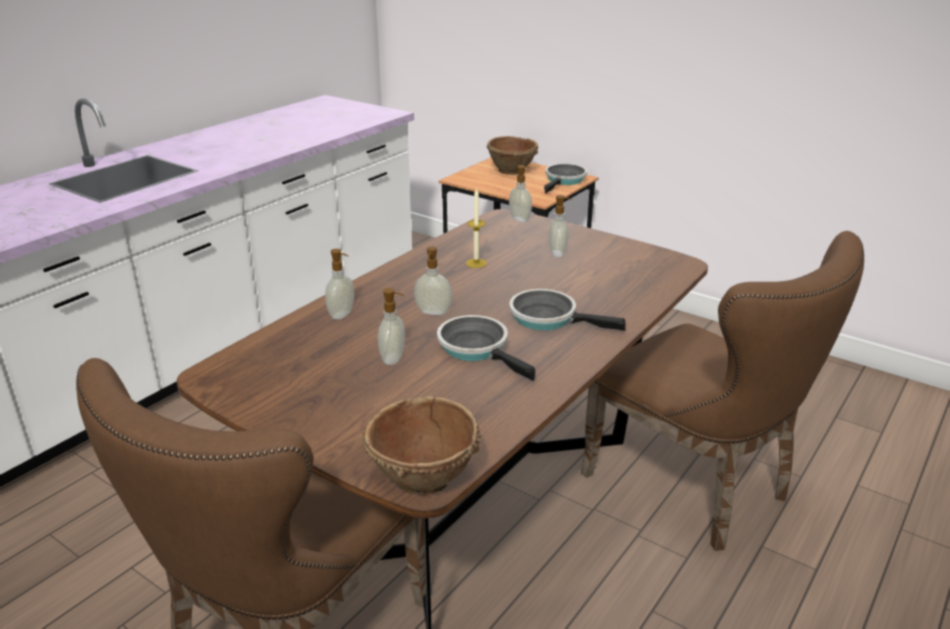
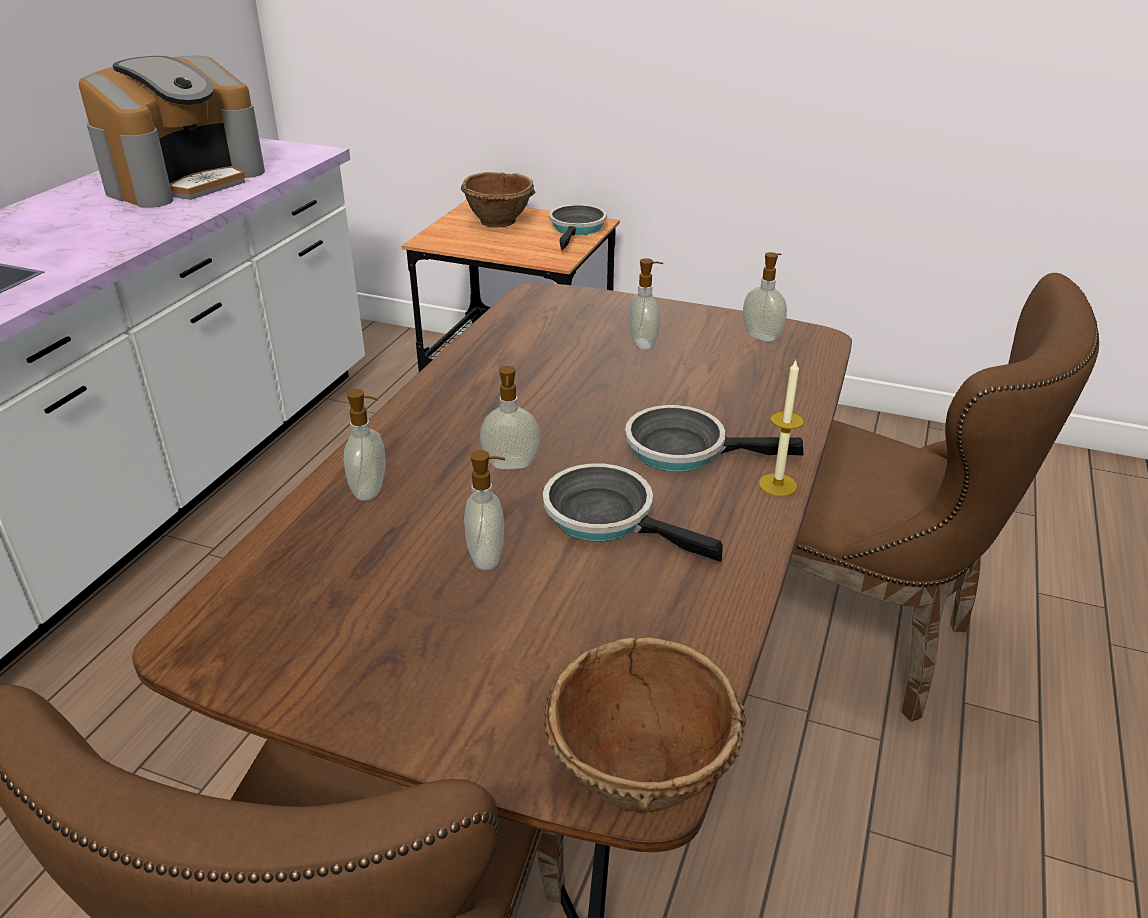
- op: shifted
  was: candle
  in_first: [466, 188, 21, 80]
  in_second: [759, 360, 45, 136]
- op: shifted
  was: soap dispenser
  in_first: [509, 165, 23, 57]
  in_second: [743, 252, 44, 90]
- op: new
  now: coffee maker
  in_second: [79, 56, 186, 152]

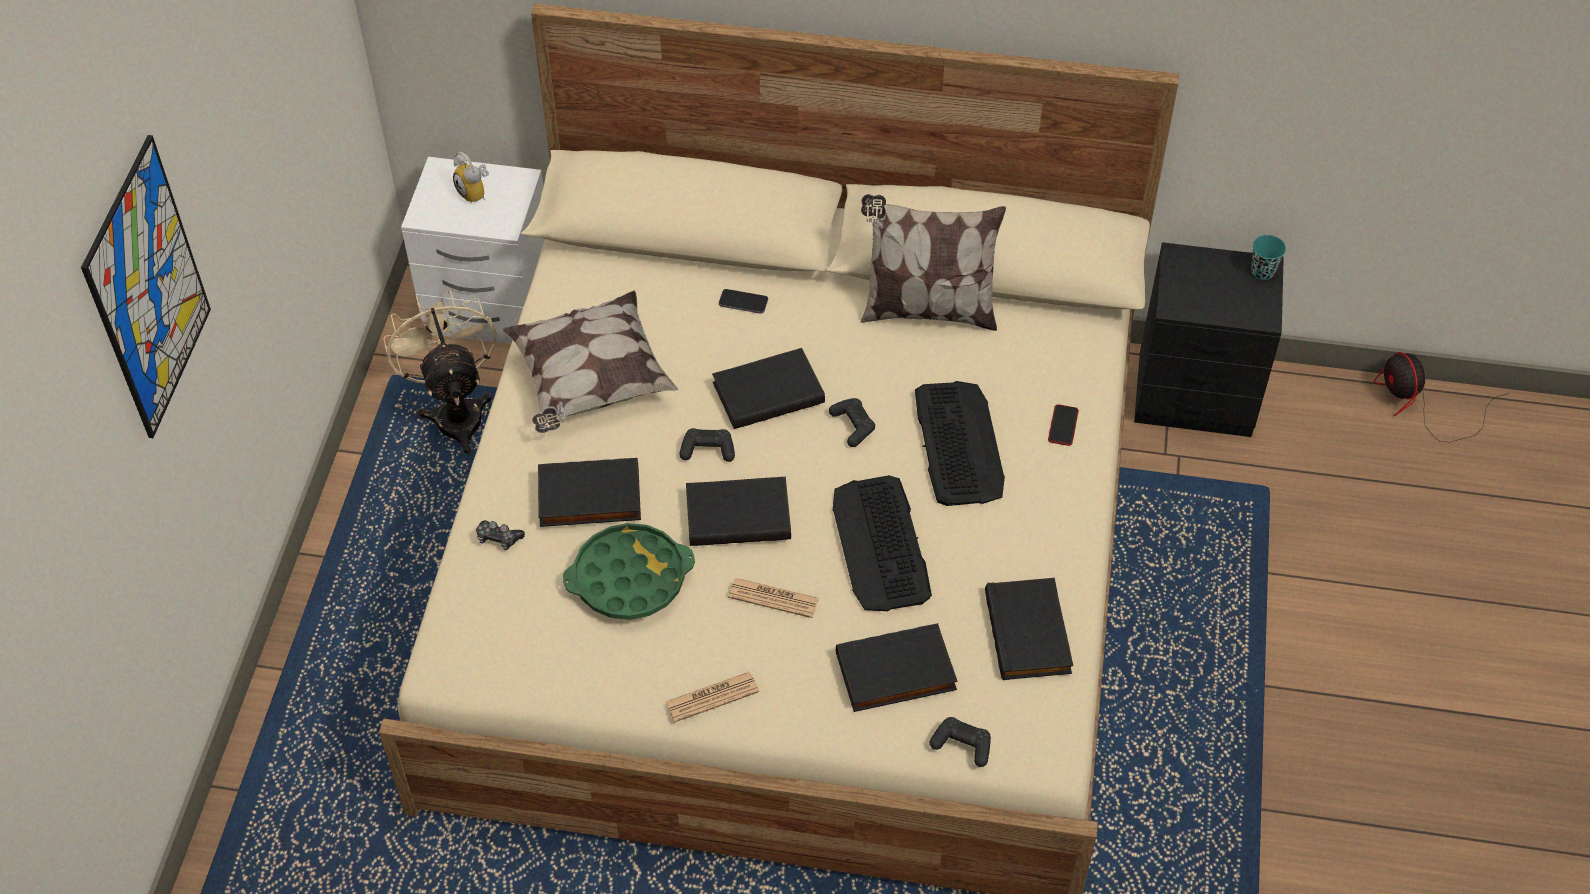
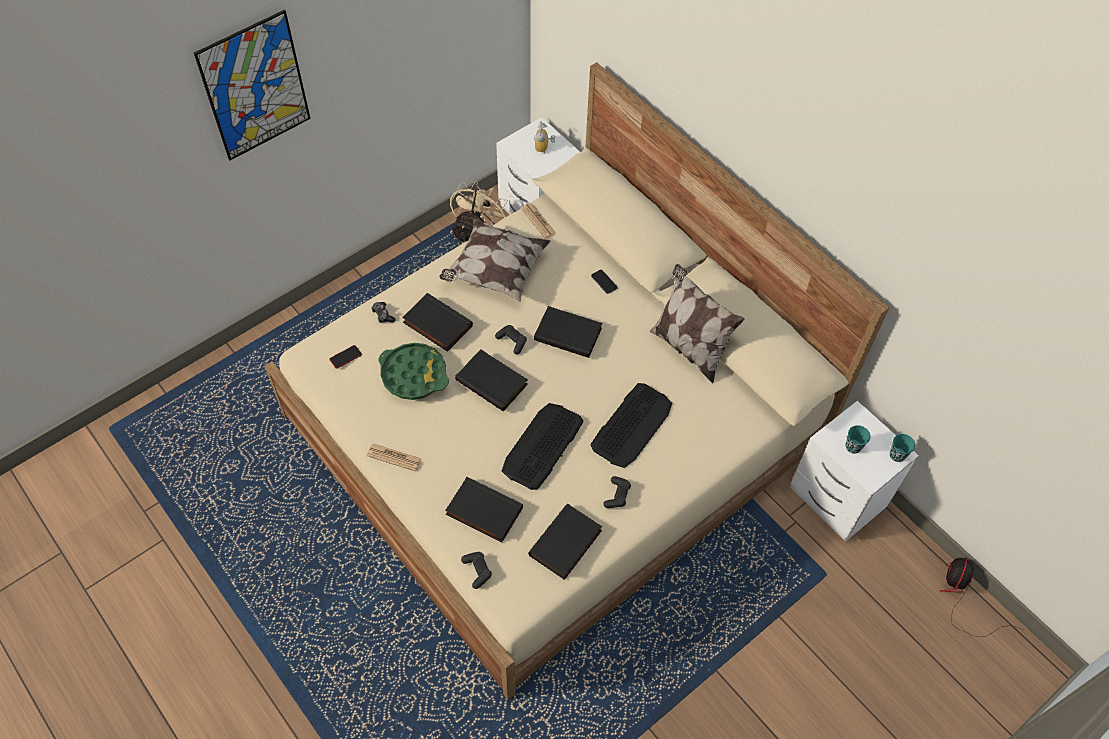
- op: shifted
  was: daily paper
  in_first: [728, 578, 91, 40]
  in_second: [521, 203, 36, 36]
- op: shifted
  was: black-coloured gamepad
  in_first: [829, 398, 46, 49]
  in_second: [603, 476, 28, 32]
- op: shifted
  was: handset
  in_first: [1048, 404, 31, 42]
  in_second: [330, 345, 32, 24]
- op: repainted
  was: black-coloured bedside table
  now: white bedside table
  in_first: [1134, 242, 150, 195]
  in_second: [790, 401, 129, 141]
- op: new
  now: turquoise small cup
  in_second: [846, 425, 25, 29]

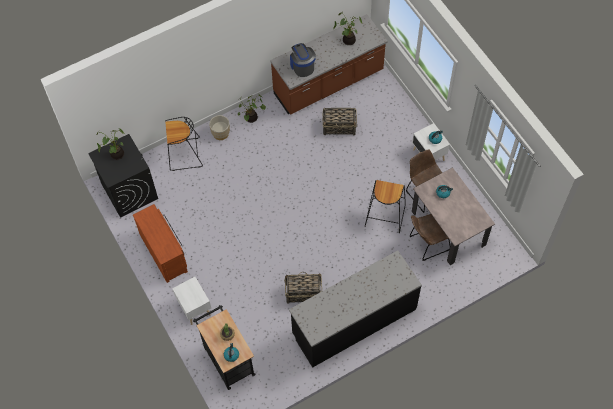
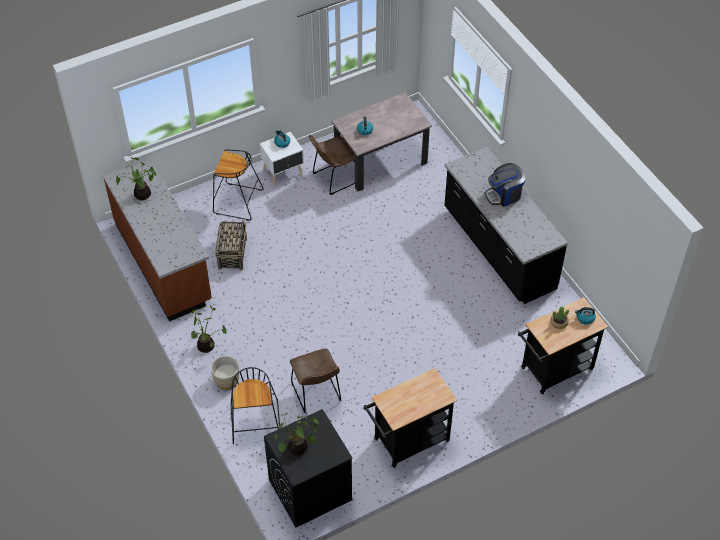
- op: swapped
  was: brown-coloured chest of drawers
  now: black-coloured cart
  in_first: [133, 204, 55, 79]
  in_second: [363, 368, 94, 100]
- op: gone
  was: white bedside table
  in_first: [172, 277, 39, 48]
- op: gone
  was: basket
  in_first: [284, 272, 38, 32]
- op: shifted
  was: coffee maker
  in_first: [290, 43, 26, 34]
  in_second: [485, 163, 40, 44]
- op: shifted
  was: black-coloured stool
  in_first: [365, 180, 41, 53]
  in_second: [213, 149, 51, 72]
- op: shifted
  was: brown-coloured chair
  in_first: [410, 214, 40, 47]
  in_second: [290, 348, 51, 65]

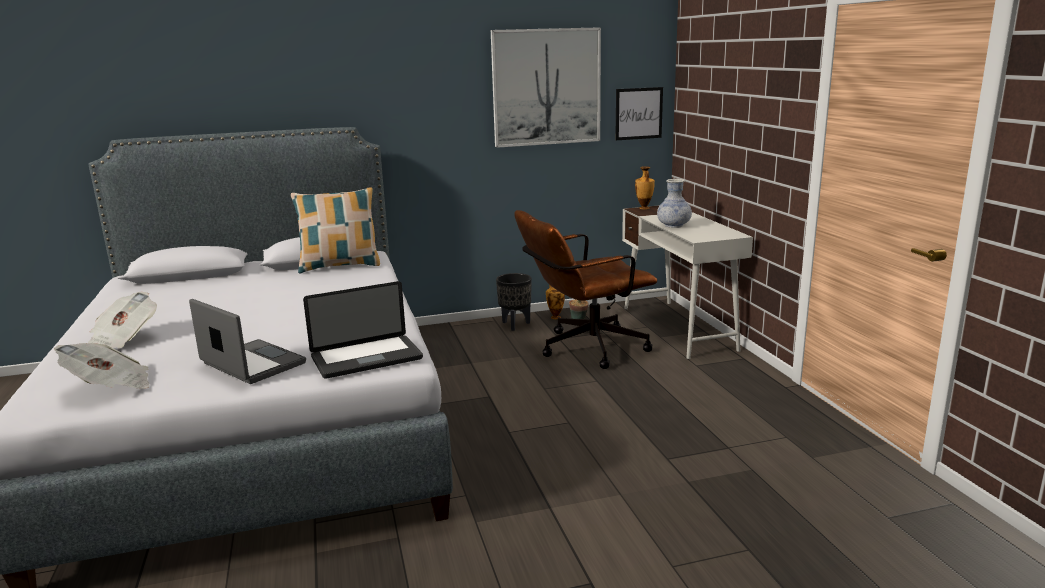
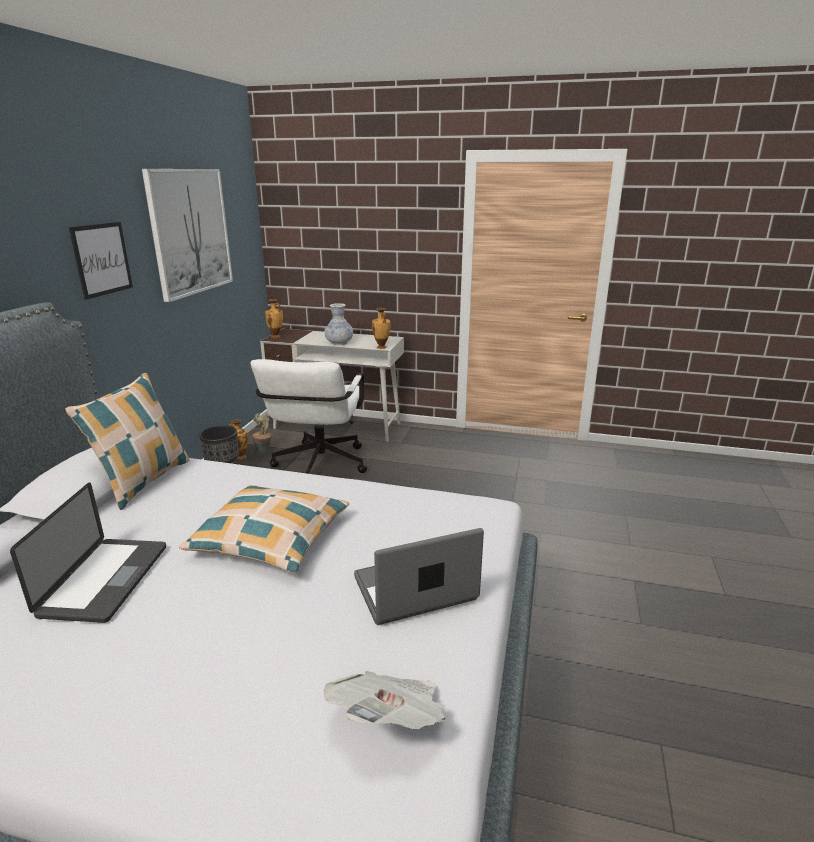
- op: gone
  was: daily paper
  in_first: [88, 292, 69, 57]
- op: shifted
  was: portable computer
  in_first: [303, 281, 120, 98]
  in_second: [10, 483, 156, 140]
- op: repainted
  was: brown-coloured office chair
  now: white office chair
  in_first: [514, 210, 143, 159]
  in_second: [251, 359, 116, 115]
- op: shifted
  was: wall art
  in_first: [615, 87, 48, 53]
  in_second: [69, 222, 64, 78]
- op: new
  now: throw pillow
  in_second: [179, 485, 170, 88]
- op: new
  now: vase
  in_second: [372, 308, 19, 41]

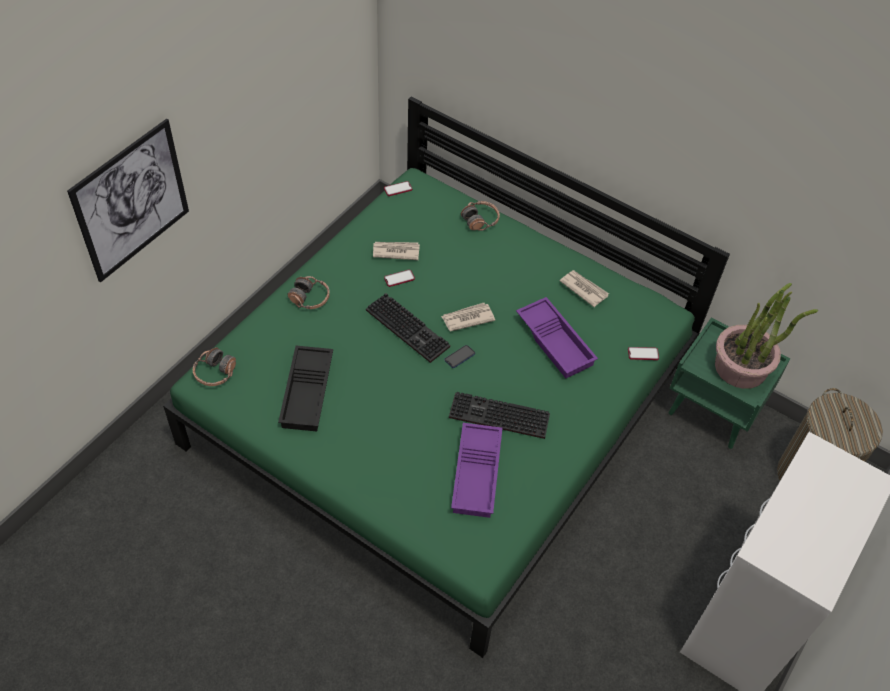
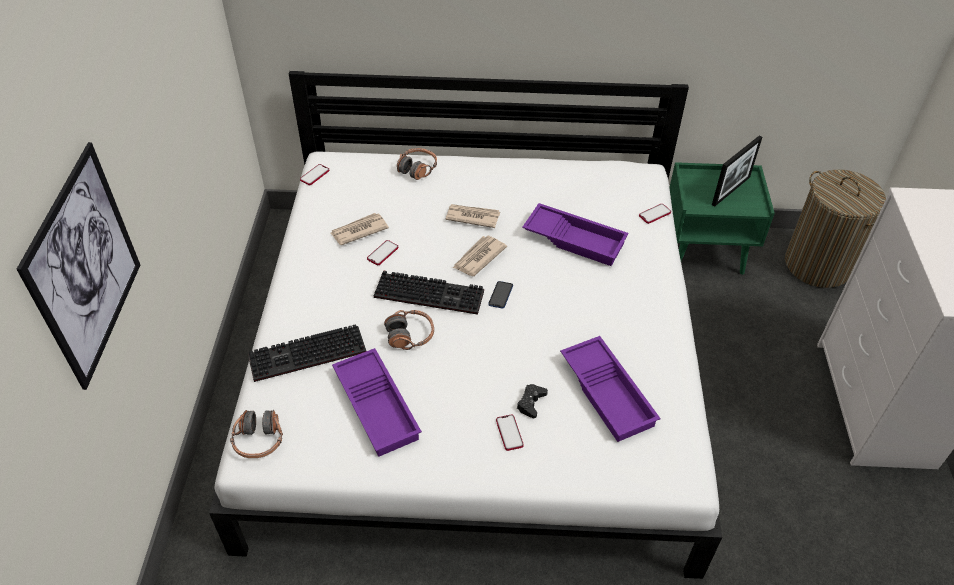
- op: repainted
  was: greenish bed
  now: white bed
  in_first: [163, 96, 567, 562]
  in_second: [209, 71, 513, 508]
- op: repainted
  was: black-coloured tray
  now: purplish tray
  in_first: [278, 346, 55, 85]
  in_second: [332, 348, 90, 109]
- op: shifted
  was: headset
  in_first: [287, 276, 43, 33]
  in_second: [384, 310, 50, 40]
- op: shifted
  was: PC keyboard
  in_first: [449, 392, 101, 47]
  in_second: [248, 324, 118, 58]
- op: shifted
  was: daily paper
  in_first: [560, 270, 49, 37]
  in_second: [446, 204, 54, 24]
- op: swapped
  was: potted plant
  now: standing frame
  in_first: [715, 283, 103, 106]
  in_second: [712, 136, 50, 71]
- op: new
  now: handset
  in_second: [496, 414, 28, 37]
- op: new
  now: black-coloured gamepad
  in_second: [517, 384, 31, 34]

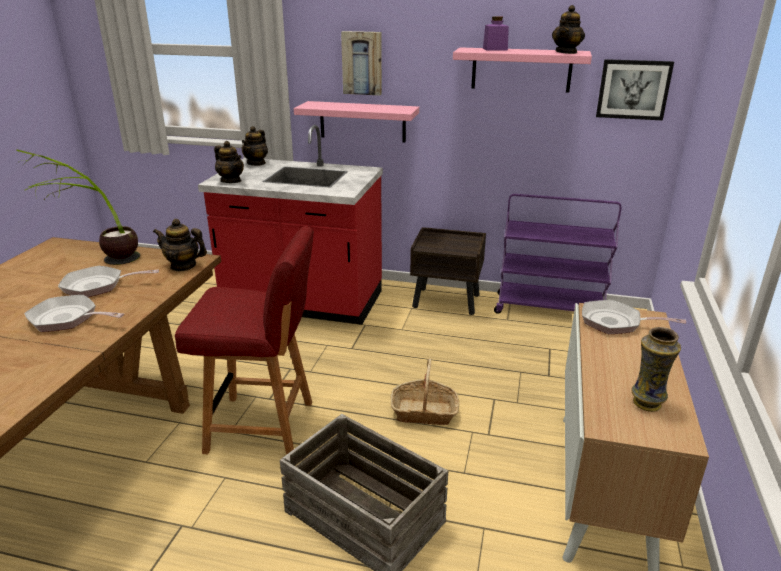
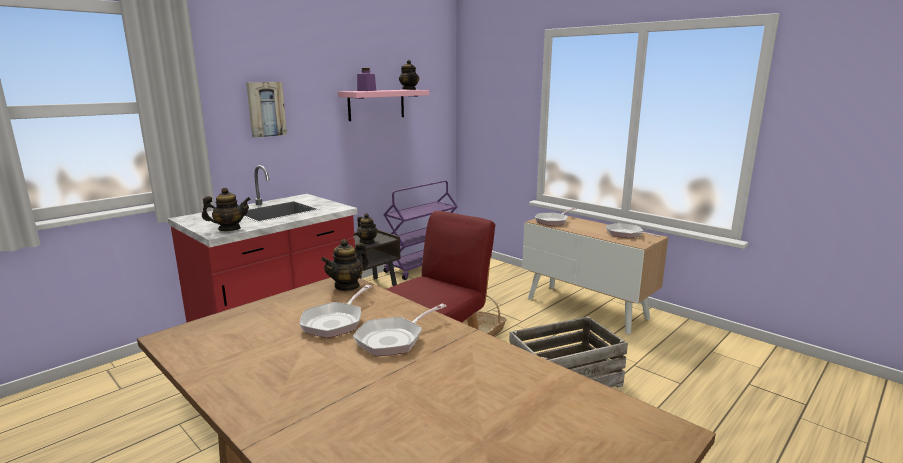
- op: gone
  was: potted plant
  in_first: [16, 149, 124, 116]
- op: shifted
  was: tea pot
  in_first: [242, 126, 26, 40]
  in_second: [357, 213, 21, 31]
- op: gone
  was: pink bracket shelf
  in_first: [294, 101, 125, 41]
- op: gone
  was: wall art
  in_first: [596, 59, 78, 61]
- op: swapped
  was: vase
  now: frying pan
  in_first: [631, 327, 50, 85]
  in_second: [605, 223, 55, 15]

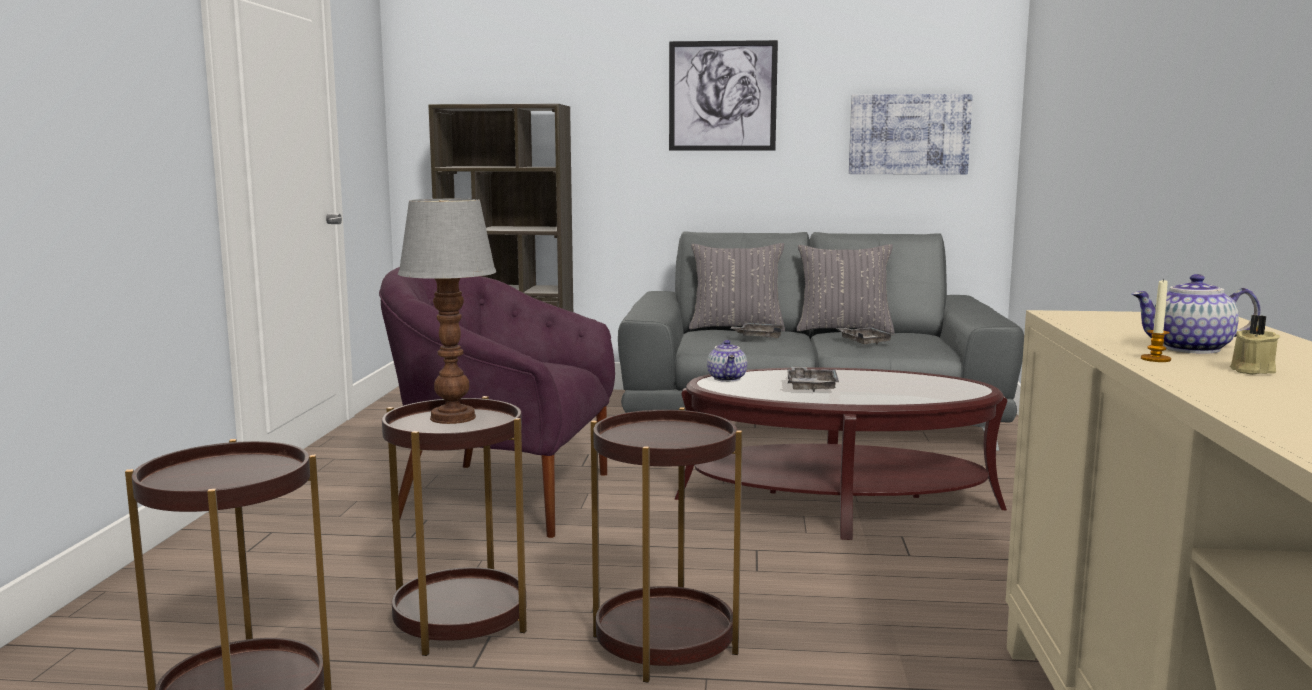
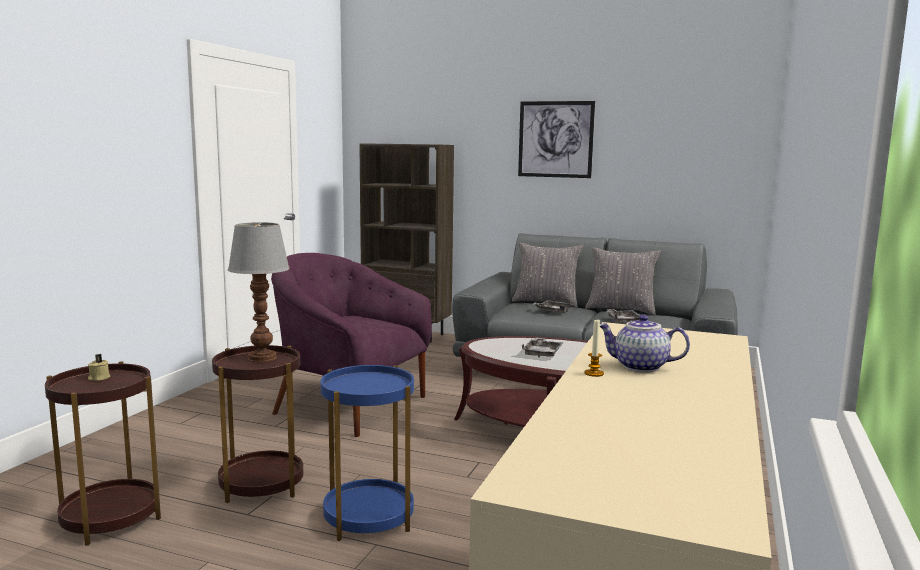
- op: repainted
  was: brown-coloured end table
  now: blue-coloured end table
  in_first: [591, 407, 151, 276]
  in_second: [320, 365, 94, 176]
- op: gone
  was: tea pot
  in_first: [707, 340, 40, 42]
- op: gone
  was: wall art
  in_first: [849, 94, 124, 81]
- op: shifted
  was: sand-coloured candle
  in_first: [1230, 315, 50, 60]
  in_second: [88, 354, 22, 27]

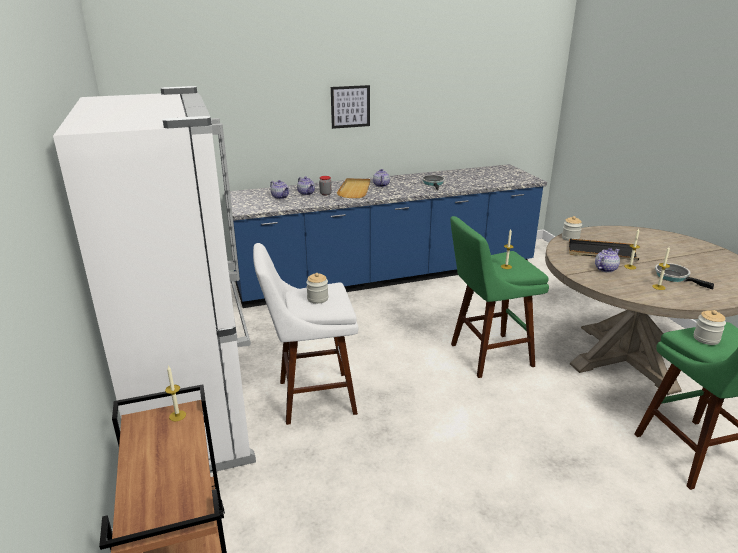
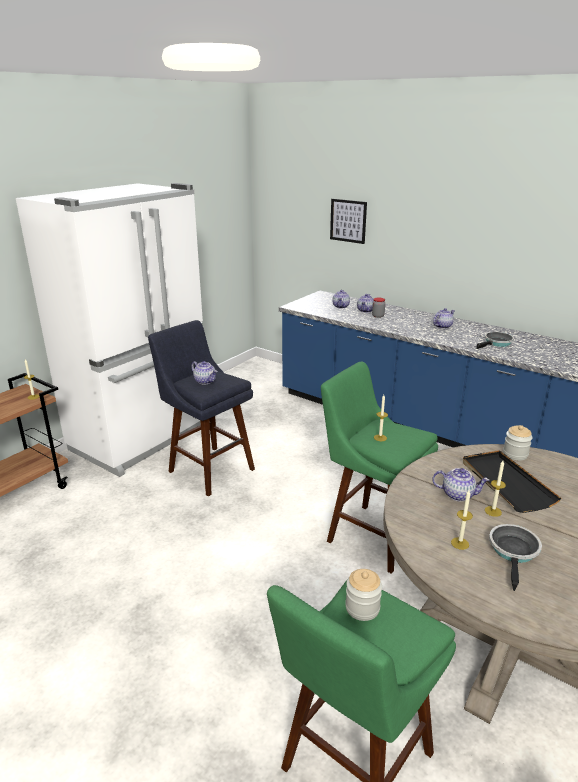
- op: repainted
  was: white stool
  now: blue-coloured stool
  in_first: [253, 243, 105, 182]
  in_second: [148, 320, 107, 177]
- op: swapped
  was: jar
  now: tea pot
  in_first: [306, 273, 22, 31]
  in_second: [191, 361, 26, 24]
- op: shifted
  was: wall art
  in_first: [331, 85, 39, 44]
  in_second: [330, 199, 37, 45]
- op: gone
  was: sand-coloured tray
  in_first: [337, 178, 33, 20]

